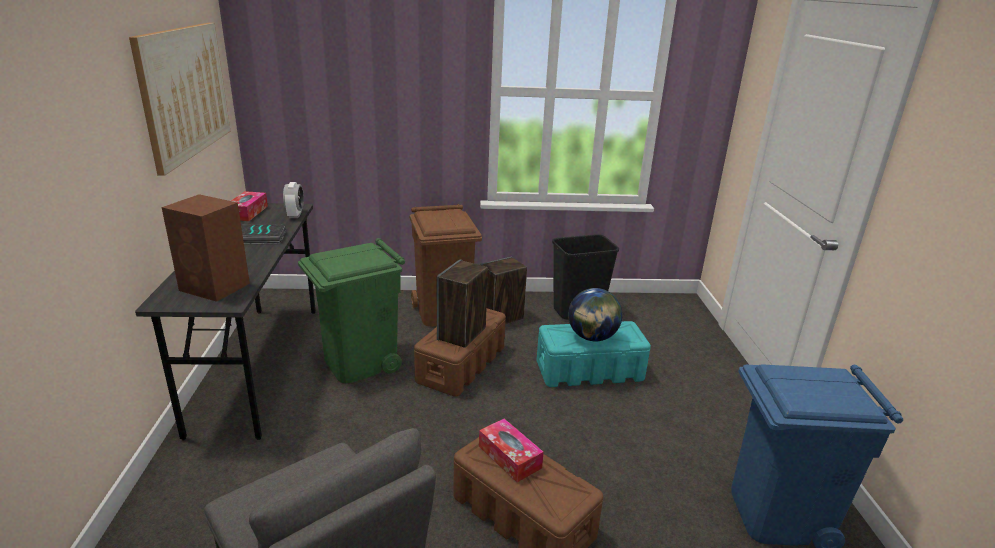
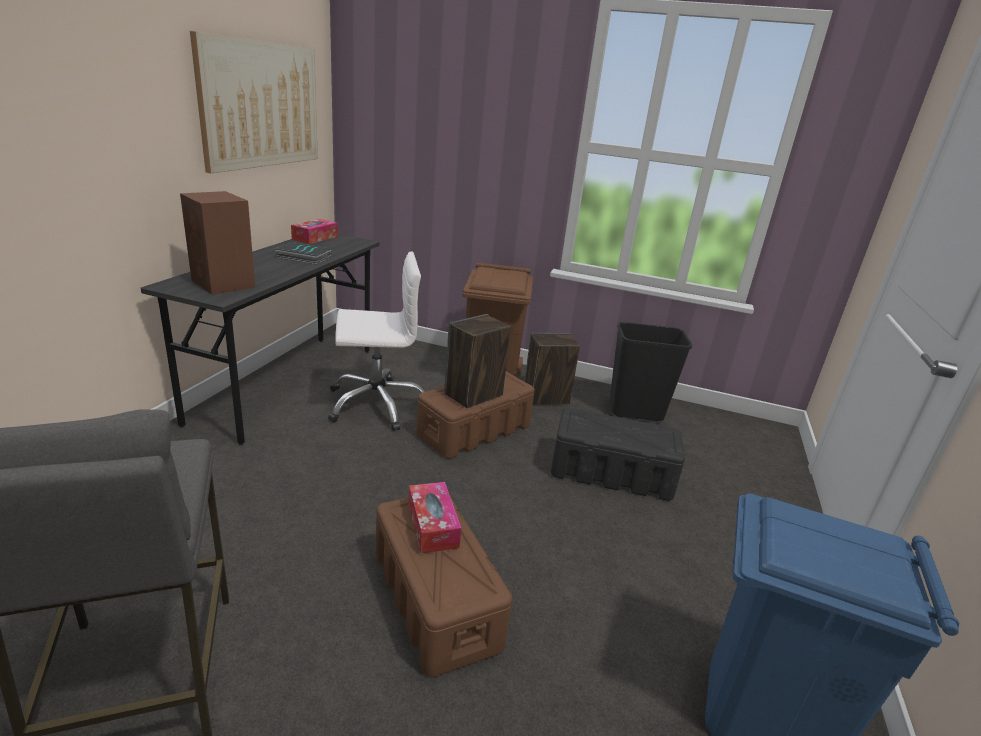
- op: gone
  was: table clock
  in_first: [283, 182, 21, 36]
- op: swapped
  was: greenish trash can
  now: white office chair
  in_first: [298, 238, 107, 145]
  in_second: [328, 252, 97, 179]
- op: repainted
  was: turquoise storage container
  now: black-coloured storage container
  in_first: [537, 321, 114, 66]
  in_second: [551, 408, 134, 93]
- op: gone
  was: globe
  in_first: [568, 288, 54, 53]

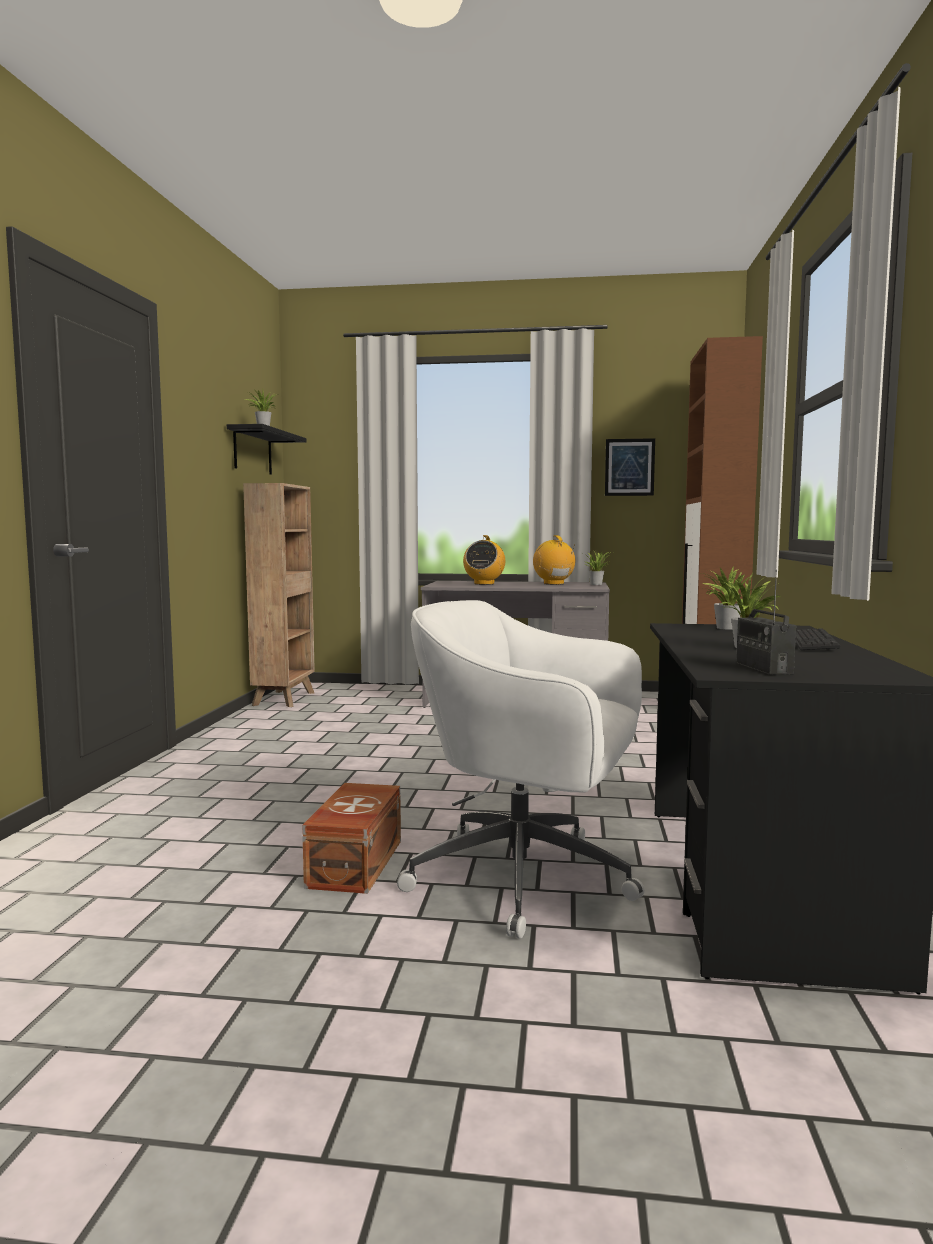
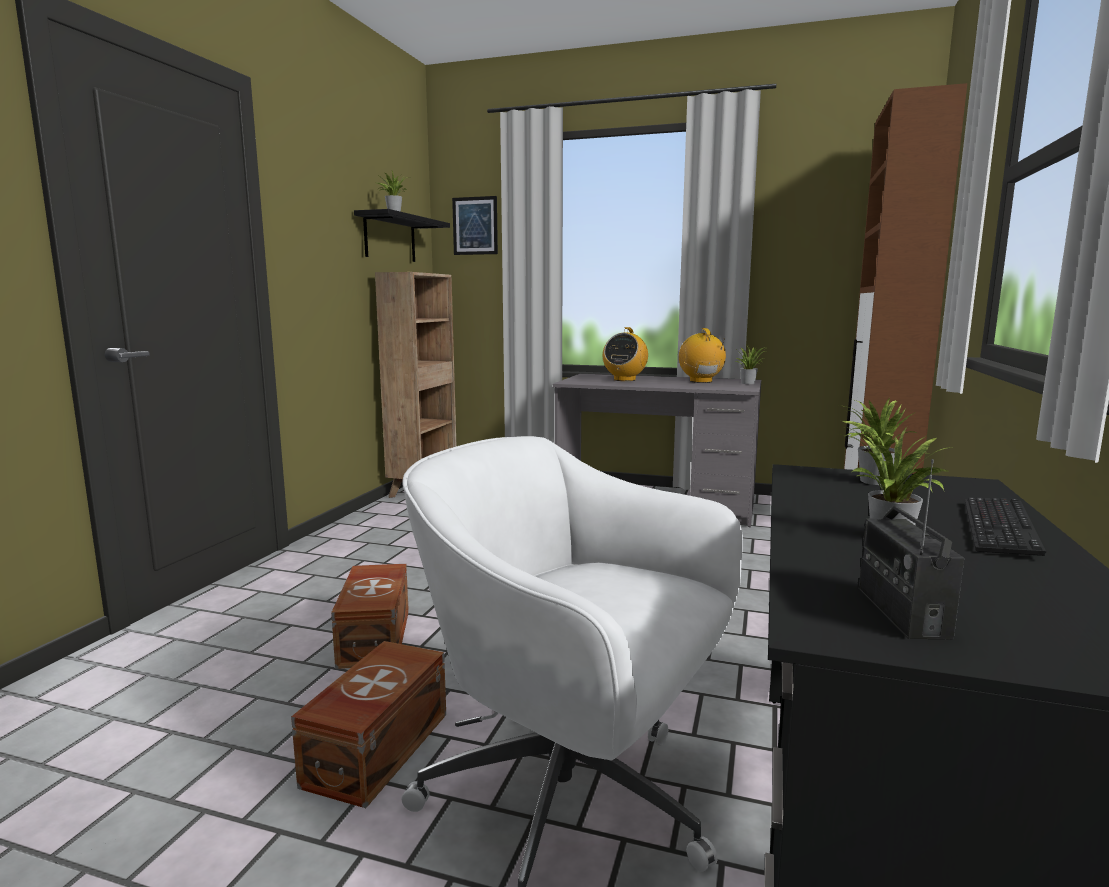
- op: shifted
  was: wall art
  in_first: [605, 438, 50, 58]
  in_second: [452, 196, 46, 59]
- op: new
  now: brown-coloured storage container
  in_second: [331, 564, 78, 105]

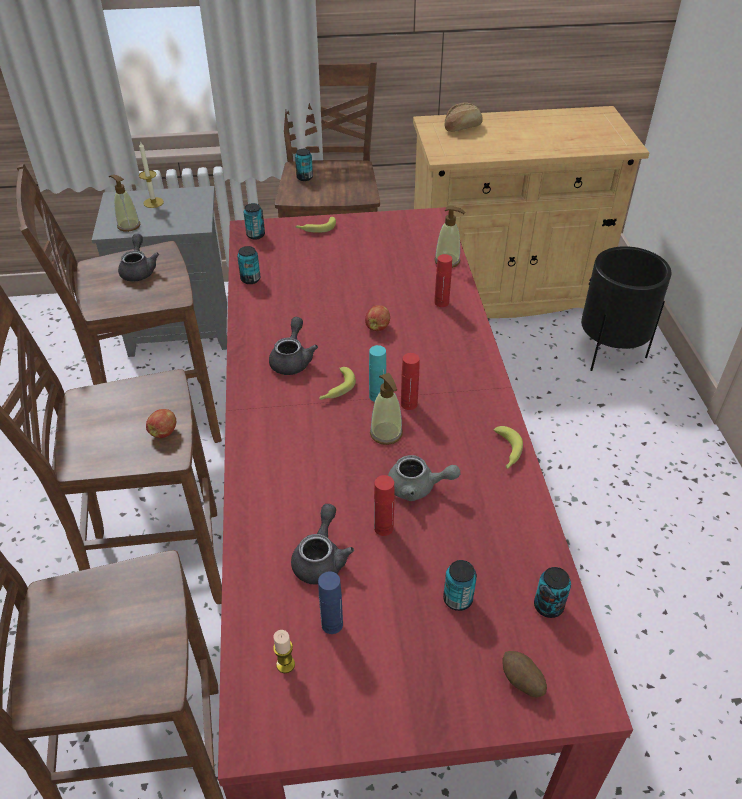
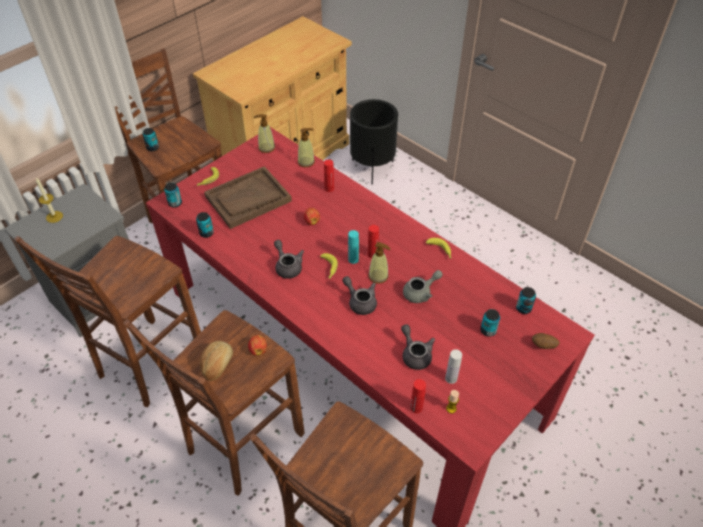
- op: shifted
  was: soap dispenser
  in_first: [109, 175, 31, 57]
  in_second: [254, 114, 21, 39]
- op: shifted
  was: grey tea pot
  in_first: [118, 234, 41, 48]
  in_second: [342, 276, 35, 39]
- op: repainted
  was: blue-coloured drink bottle
  now: white drink bottle
  in_first: [318, 571, 25, 63]
  in_second: [445, 349, 17, 35]
- op: shifted
  was: red drink bottle
  in_first: [374, 475, 21, 61]
  in_second: [410, 379, 16, 34]
- op: shifted
  was: baked bread
  in_first: [445, 102, 38, 30]
  in_second: [200, 341, 33, 40]
- op: new
  now: brown-coloured tray
  in_second: [204, 166, 88, 63]

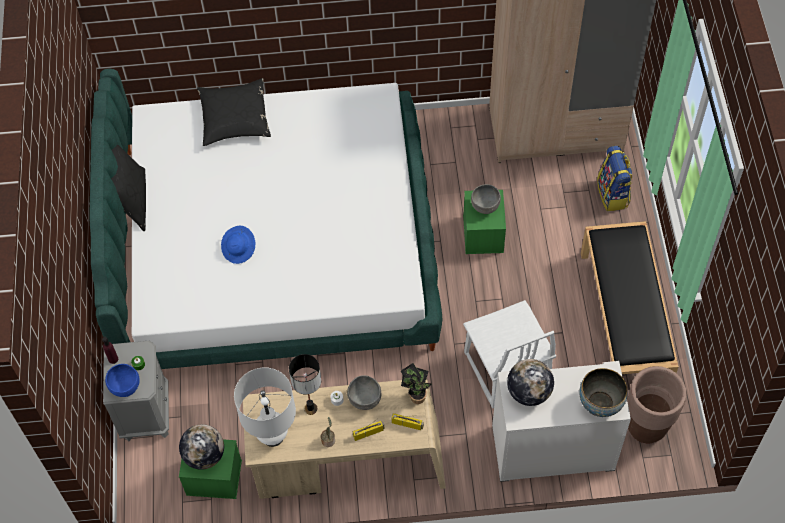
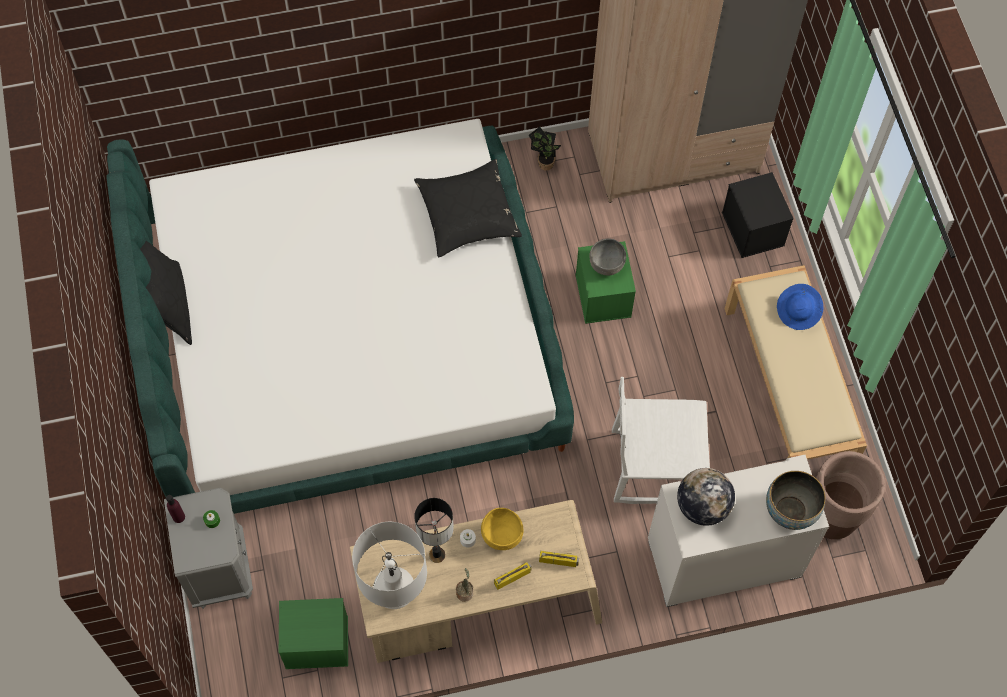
- op: gone
  was: blue-coloured bowl
  in_first: [105, 364, 35, 33]
- op: gone
  was: globe
  in_first: [179, 424, 45, 46]
- op: shifted
  was: black-coloured throw pillow
  in_first: [197, 78, 74, 68]
  in_second: [414, 159, 108, 98]
- op: shifted
  was: blue-coloured hat
  in_first: [221, 226, 34, 38]
  in_second: [777, 284, 46, 46]
- op: repainted
  was: grey bowl
  now: yellow bowl
  in_first: [347, 375, 34, 35]
  in_second: [481, 508, 43, 42]
- op: shifted
  was: potted plant
  in_first: [401, 363, 31, 41]
  in_second: [528, 126, 33, 44]
- op: rotated
  was: white chair
  in_first: [463, 300, 93, 109]
  in_second: [612, 377, 98, 127]
  clockwise: 120
- op: repainted
  was: black-coloured long seat
  now: sand-coloured long seat
  in_first: [581, 221, 98, 153]
  in_second: [724, 265, 143, 195]
- op: swapped
  was: knapsack
  now: black-coloured storage container
  in_first: [597, 146, 35, 65]
  in_second: [722, 172, 72, 86]

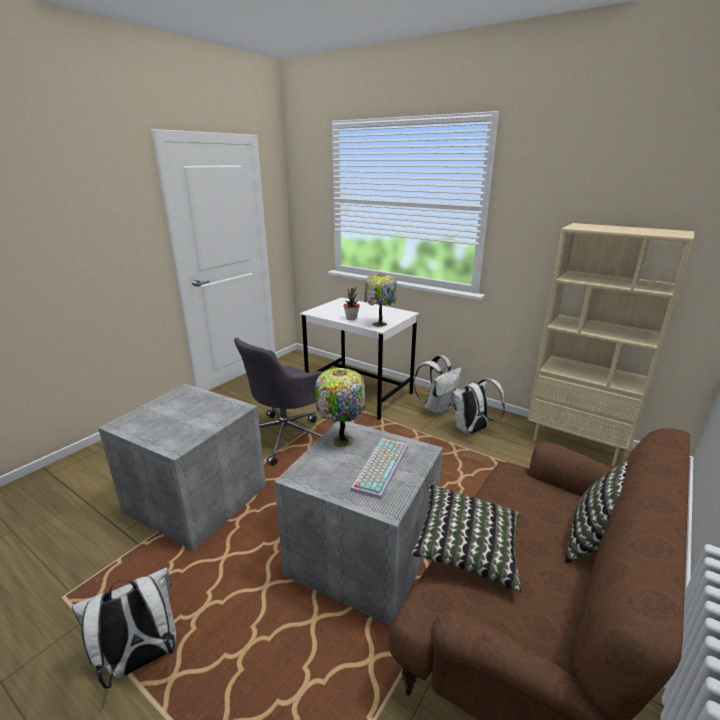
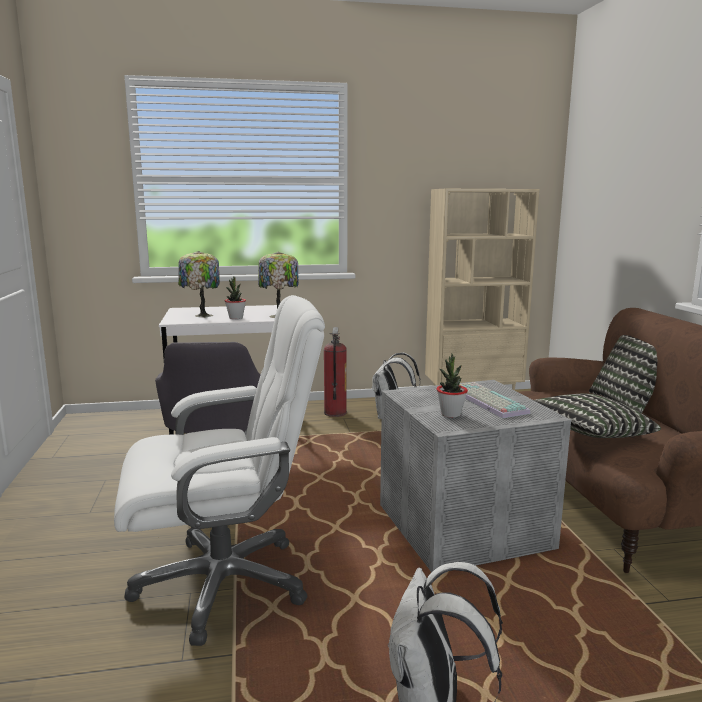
- op: swapped
  was: grey storage container
  now: white office chair
  in_first: [98, 384, 168, 167]
  in_second: [114, 295, 211, 351]
- op: shifted
  was: tabletop lamp
  in_first: [316, 368, 50, 80]
  in_second: [178, 251, 42, 67]
- op: swapped
  was: white knapsack
  now: fire-fighting cylinder
  in_first: [413, 355, 49, 60]
  in_second: [324, 327, 23, 90]
- op: new
  now: potted plant
  in_second: [437, 354, 31, 64]

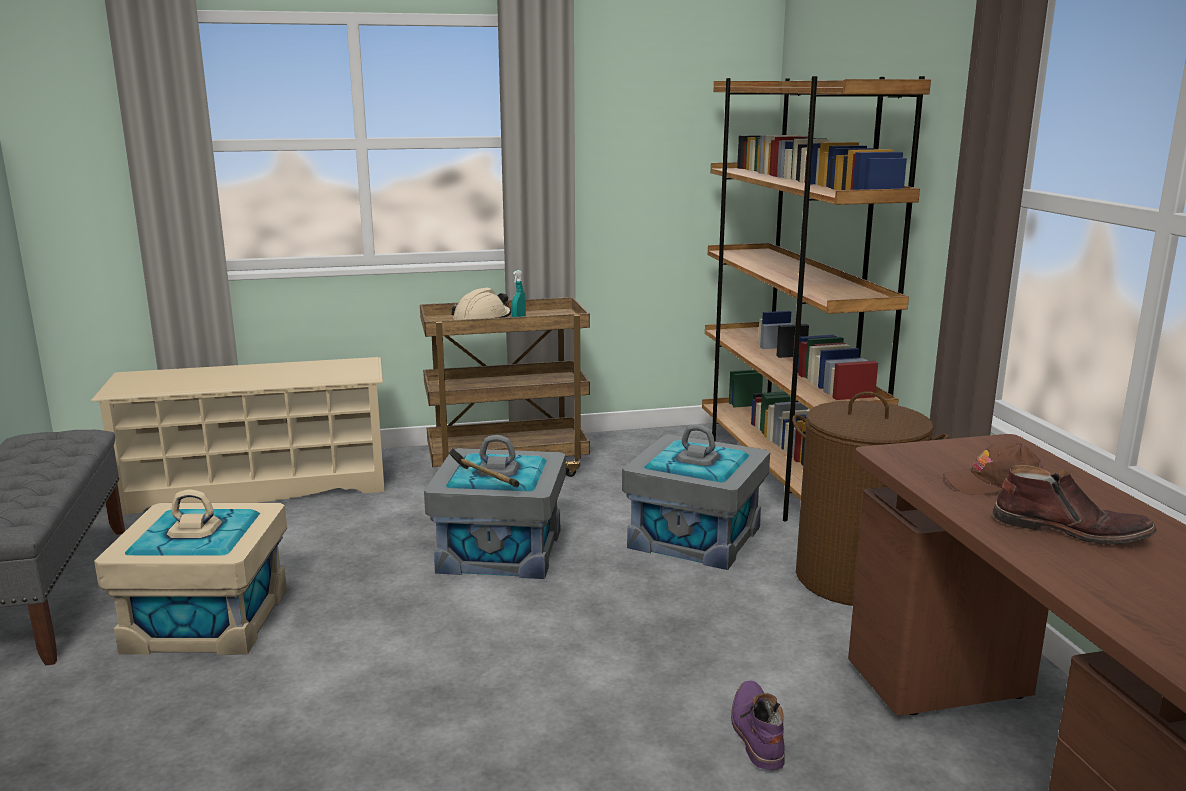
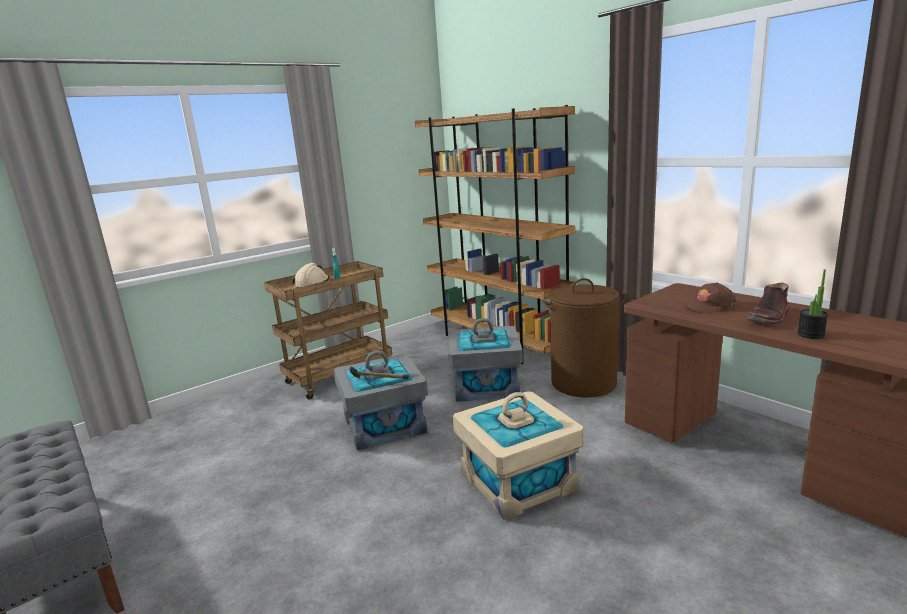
- op: gone
  was: sand-coloured shoe stand
  in_first: [91, 357, 294, 158]
- op: shifted
  was: sand-coloured storage container
  in_first: [94, 490, 193, 165]
  in_second: [453, 391, 130, 129]
- op: gone
  was: purplish high-top boot
  in_first: [731, 681, 54, 89]
- op: rotated
  was: brown-coloured high-top boot
  in_first: [993, 465, 164, 80]
  in_second: [747, 282, 41, 42]
  clockwise: 135
- op: new
  now: potted plant
  in_second: [797, 269, 31, 70]

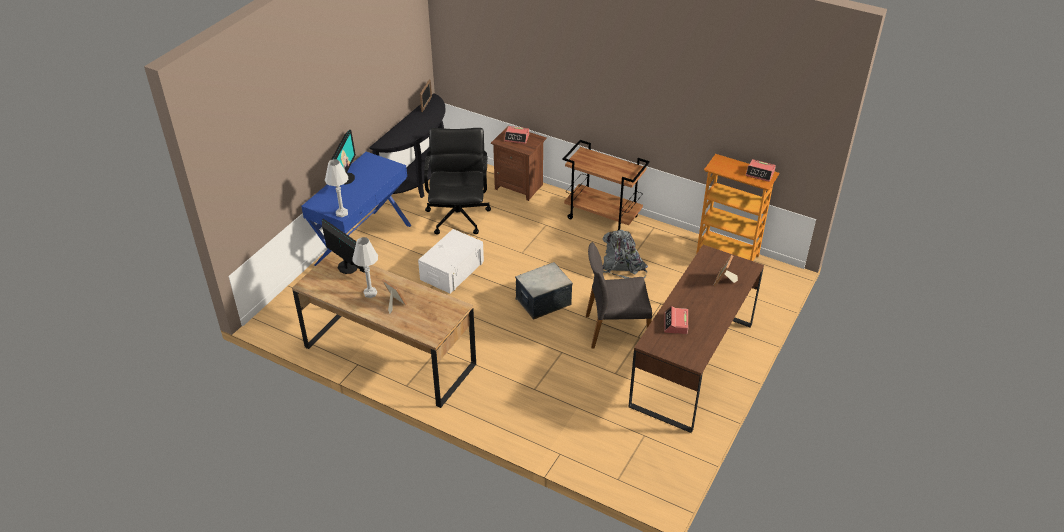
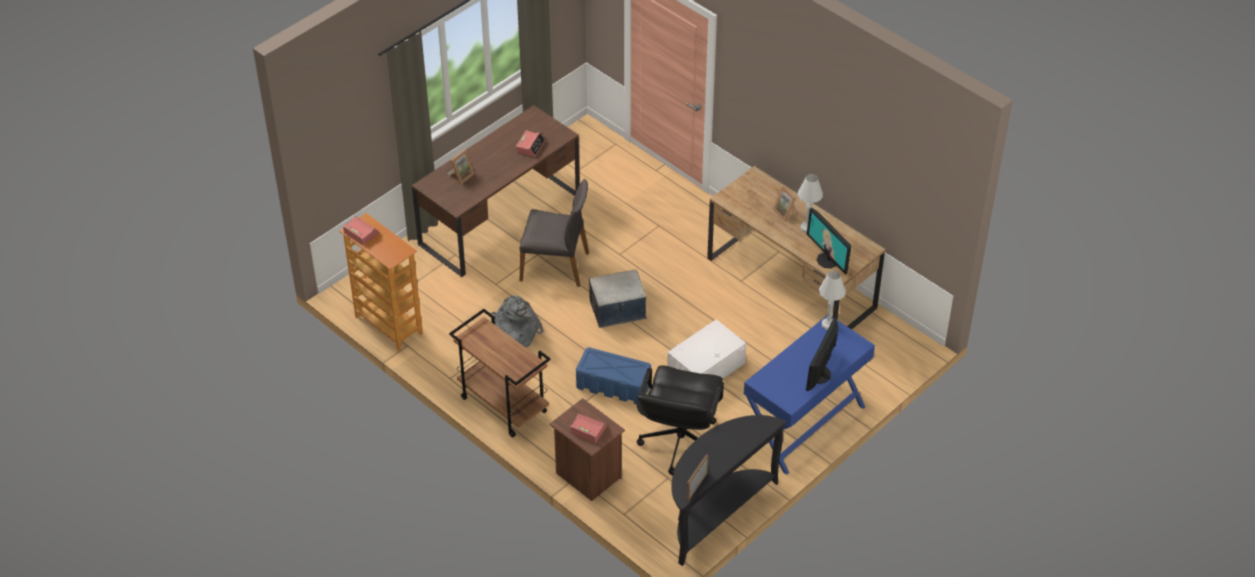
- op: new
  now: blue-coloured storage container
  in_second: [576, 347, 75, 58]

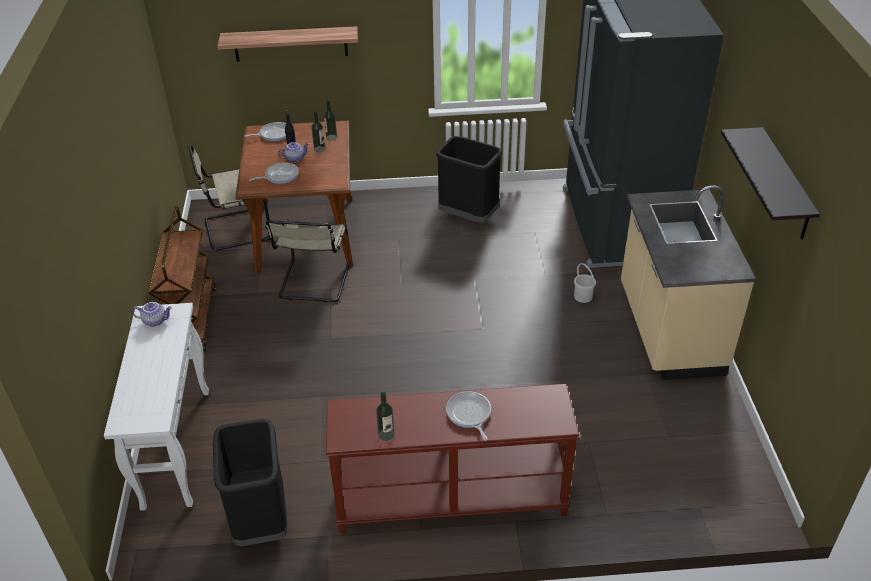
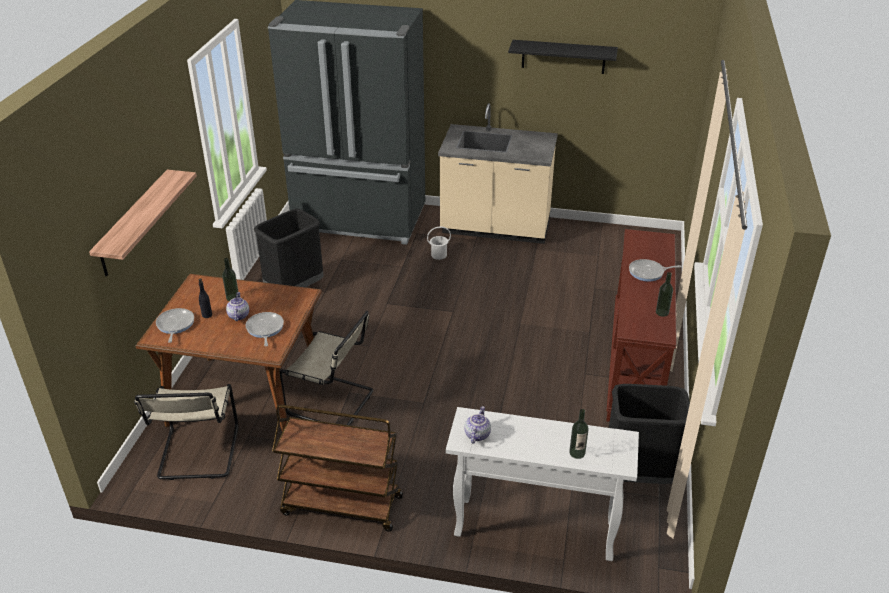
- op: shifted
  was: drink bottle
  in_first: [324, 100, 13, 41]
  in_second: [569, 409, 20, 50]

